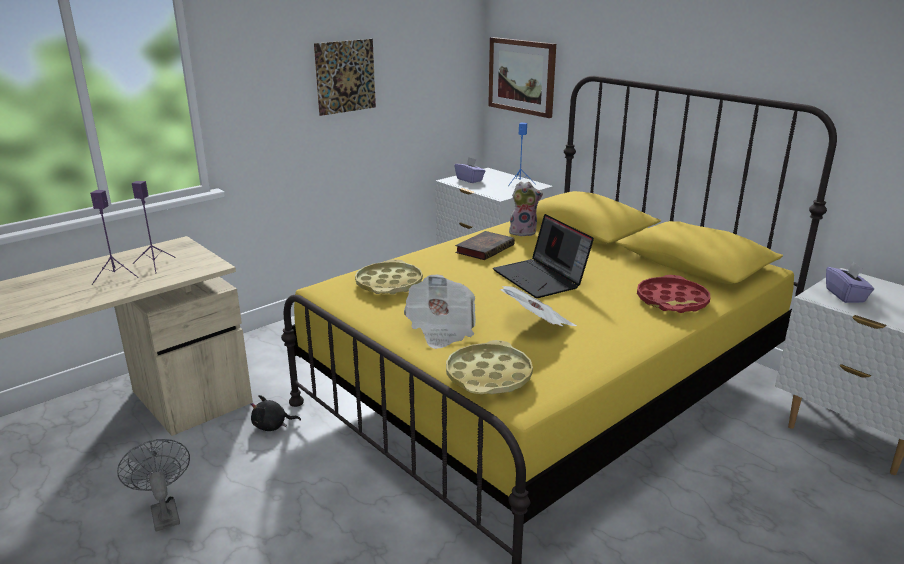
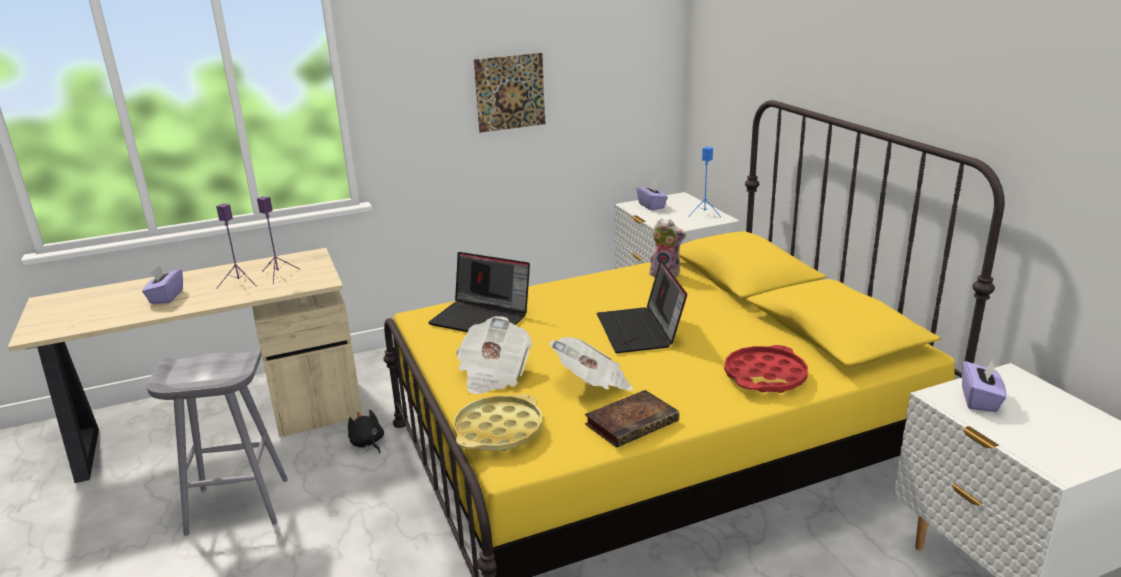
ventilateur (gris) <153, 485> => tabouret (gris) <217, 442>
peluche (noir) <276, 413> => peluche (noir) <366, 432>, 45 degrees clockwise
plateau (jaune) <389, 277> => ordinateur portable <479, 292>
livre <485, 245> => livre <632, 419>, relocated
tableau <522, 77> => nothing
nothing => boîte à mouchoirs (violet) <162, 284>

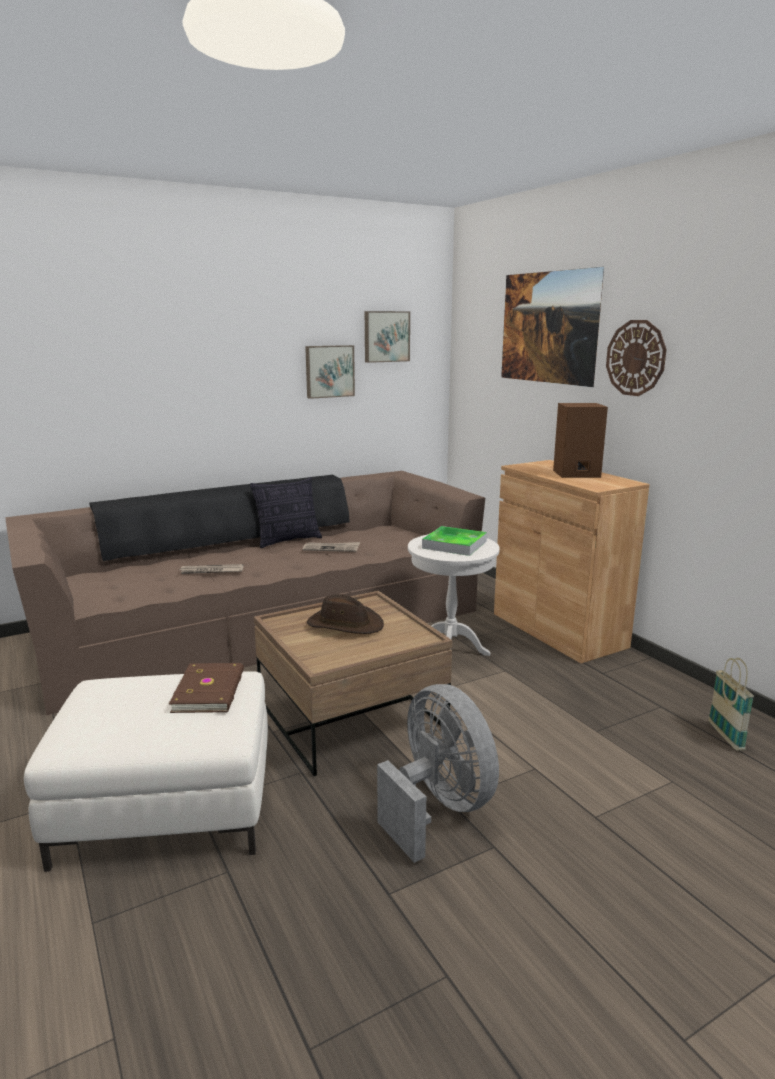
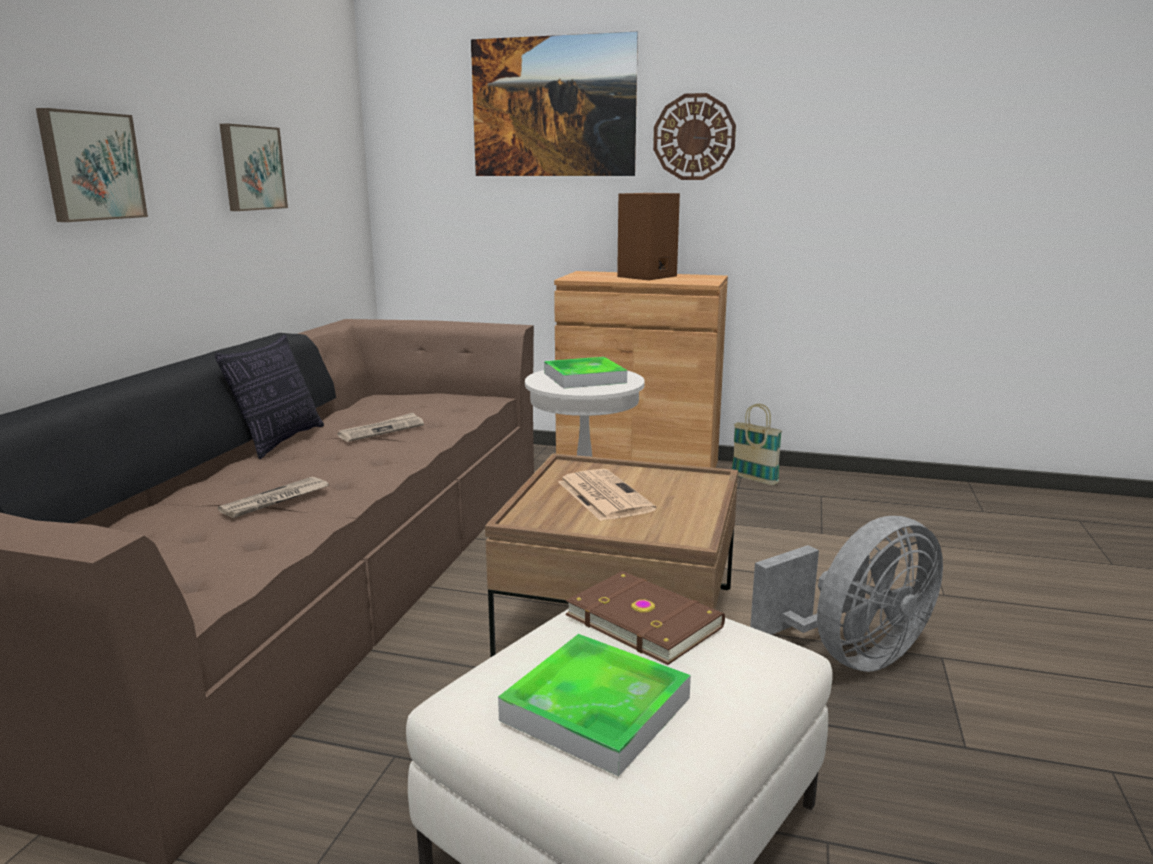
chapeau (marron) <345, 614> => journal <607, 495>
tableau <387, 337> => tableau <92, 165>, relocated
ventilateur (gris) <438, 773> => ventilateur (gris) <846, 594>, 135 degrees clockwise
panier <731, 704> => panier <757, 444>, relocated
nothing => plateau <594, 705>

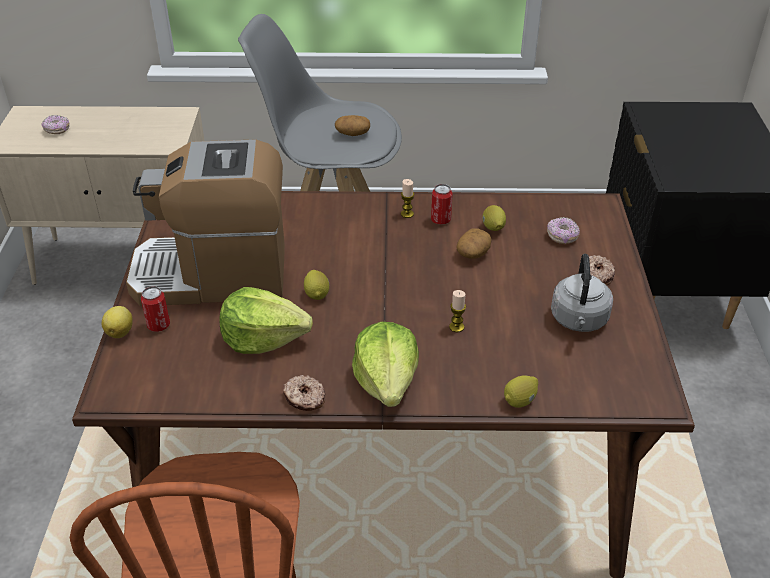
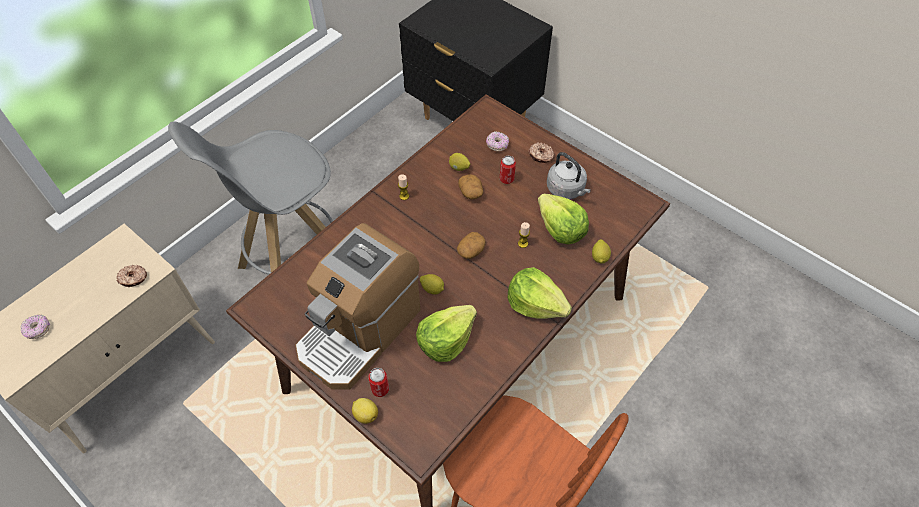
beignet <304, 393> => beignet <131, 276>, relocated
pomme de terre <352, 125> => pomme de terre <471, 245>, relocated
boîte métallique <442, 204> => boîte métallique <508, 170>, relocated
nothing => laitue <563, 219>

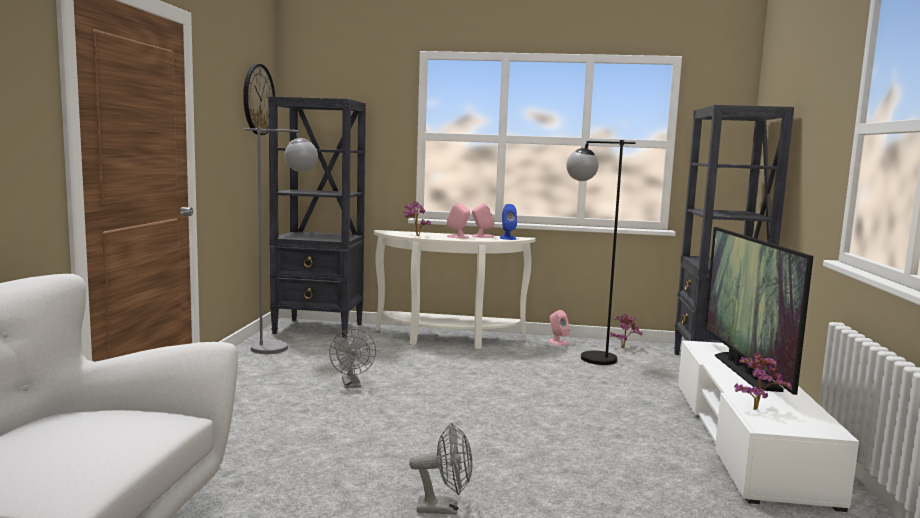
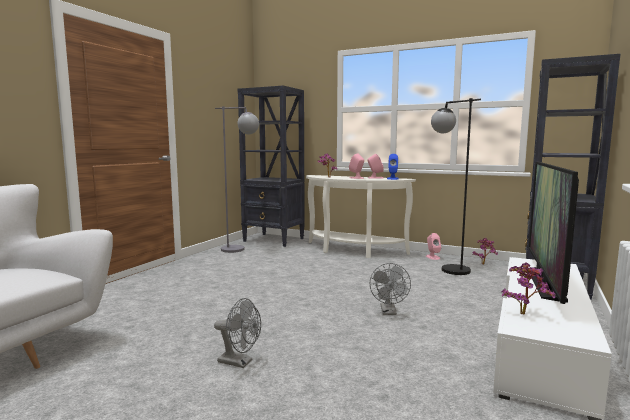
horloge murale <259, 99> => nothing
ventilateur (gris) <352, 358> => ventilateur (gris) <390, 289>, relocated

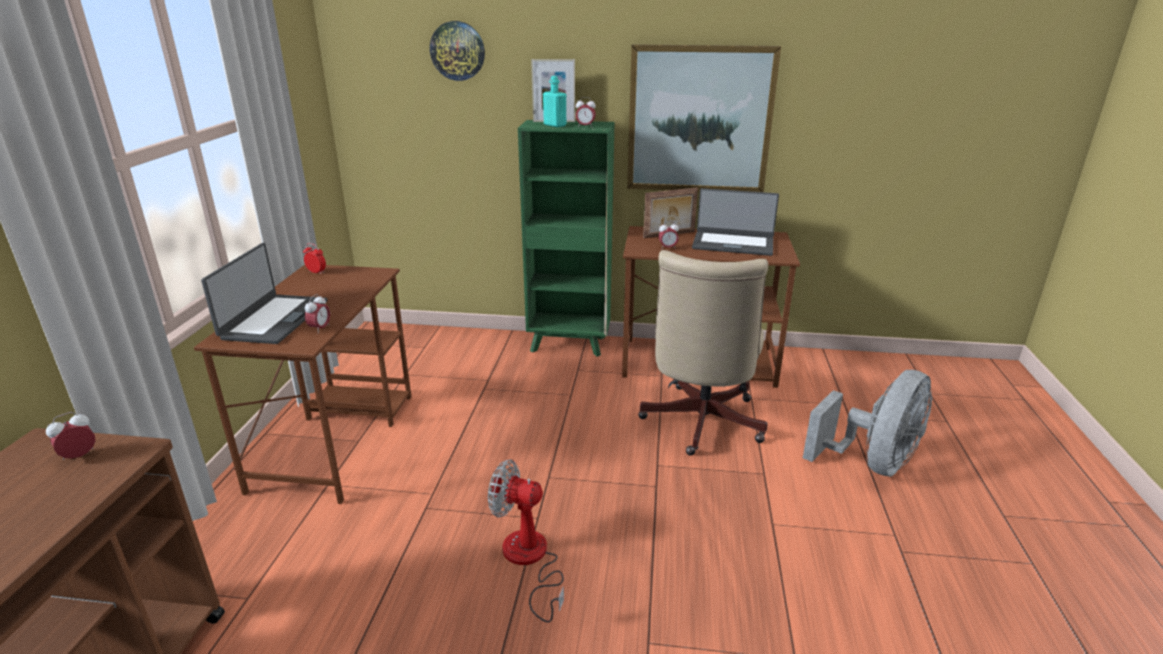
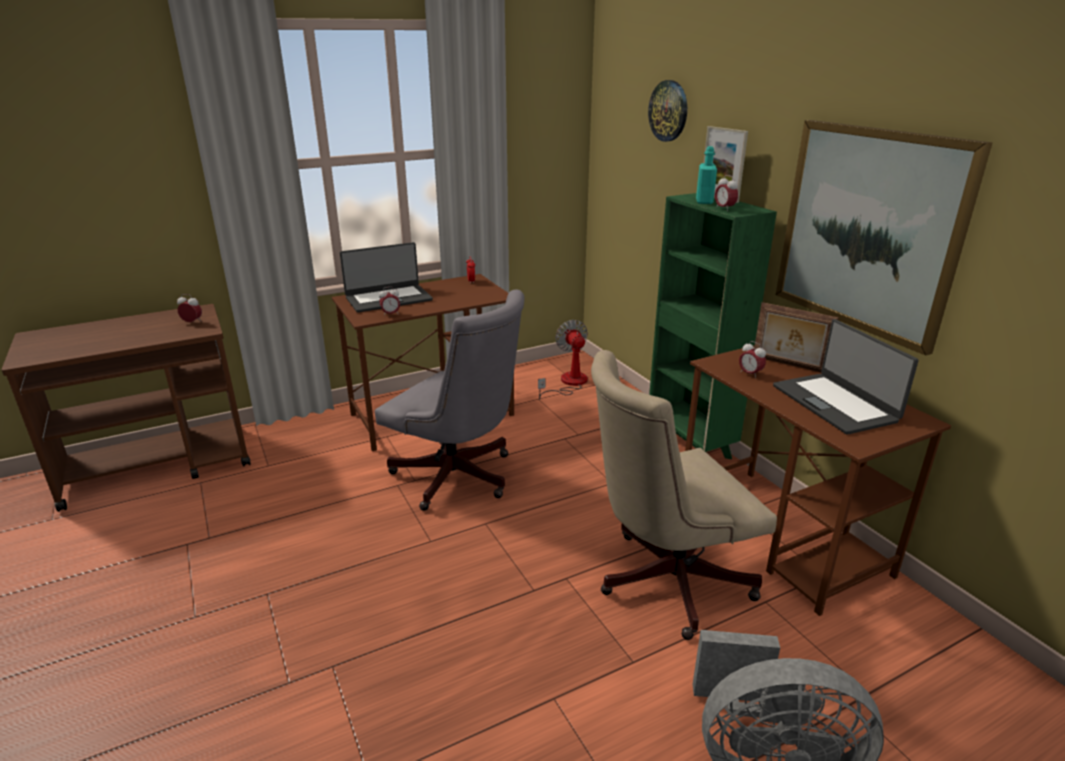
ventilateur <526, 541> => ventilateur <563, 360>, relocated
nothing => chaise de bureau (gris) <450, 400>

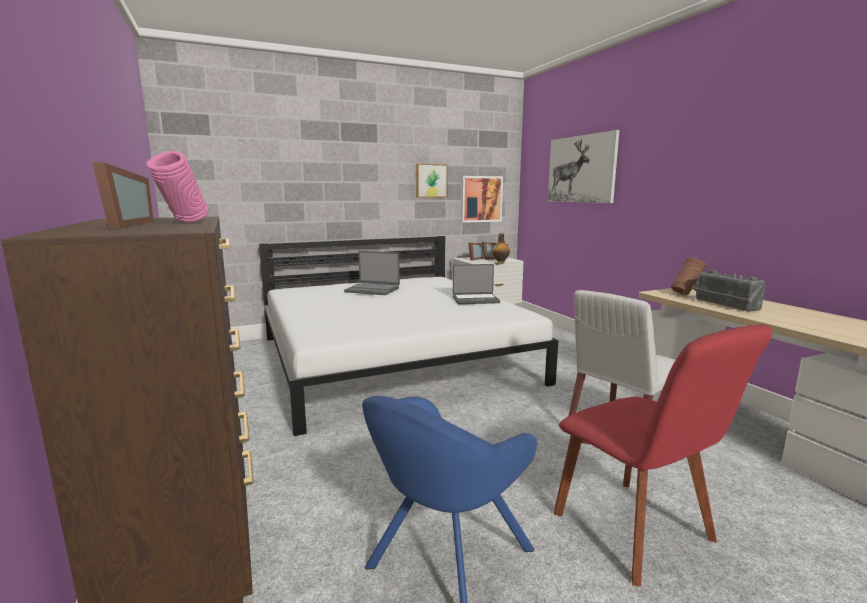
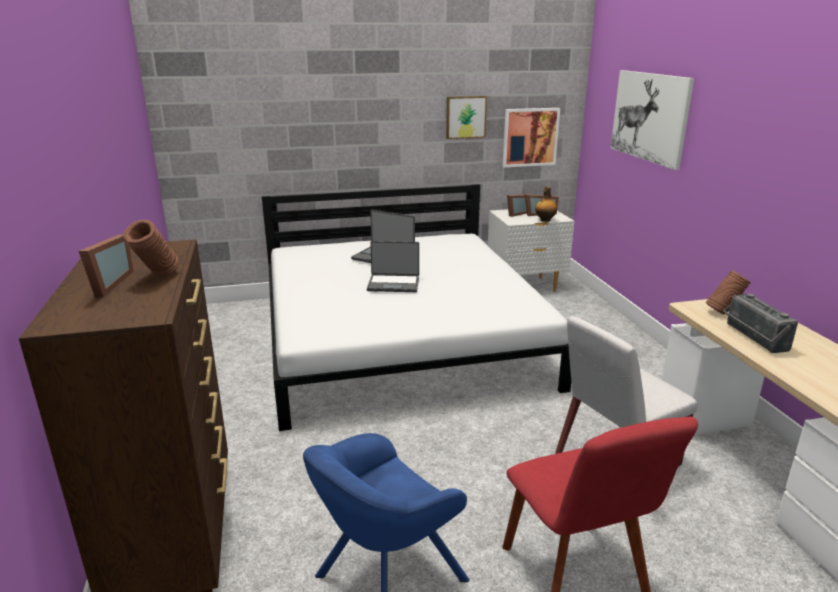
vase (rose) <177, 187> => vase (marron) <151, 248>
ordinateur portable <476, 284> => ordinateur portable <393, 266>, relocated

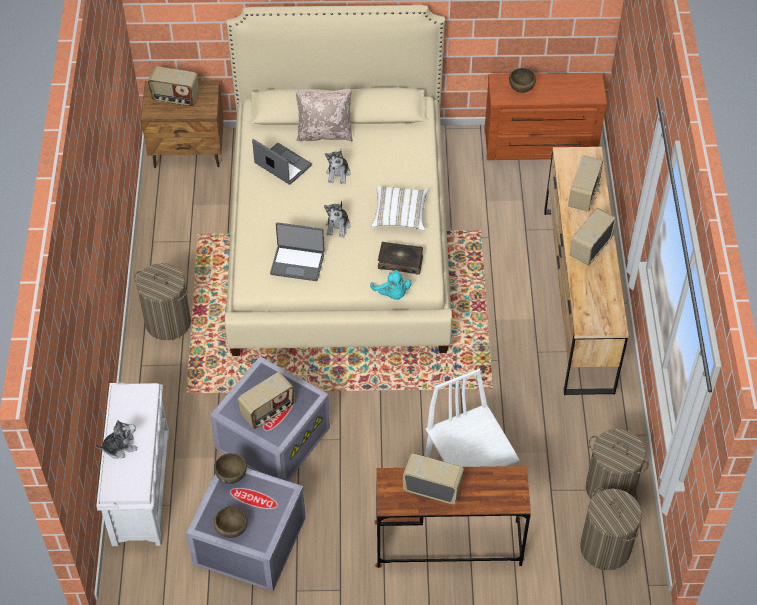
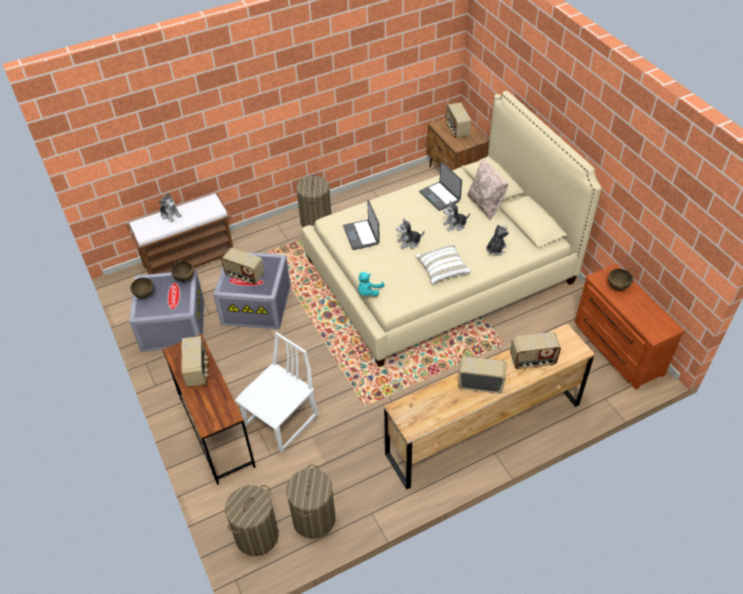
banc (blanc) <132, 464> => banc (marron) <180, 233>
ordinateur portable <282, 162> => ordinateur portable <440, 186>, 135 degrees clockwise
livre <400, 258> => nothing
nothing => peluche <497, 240>

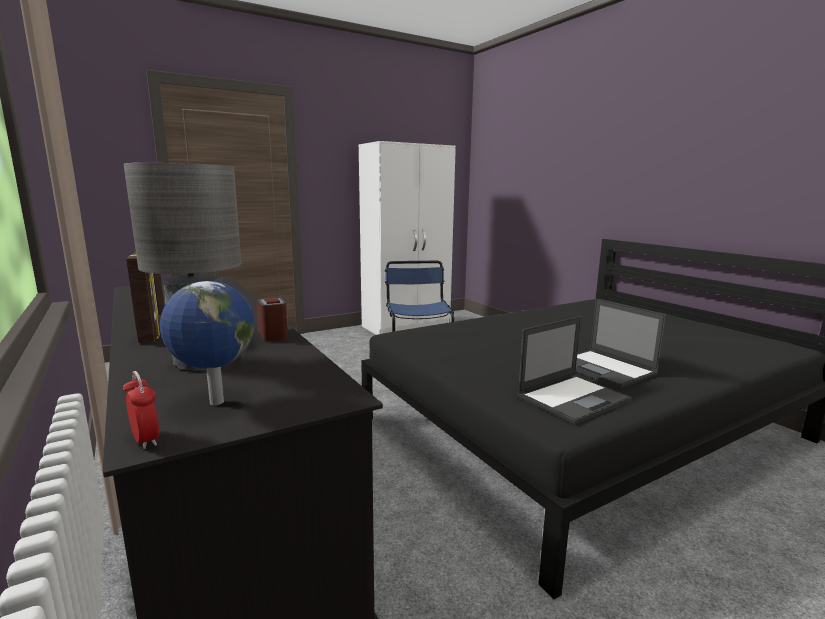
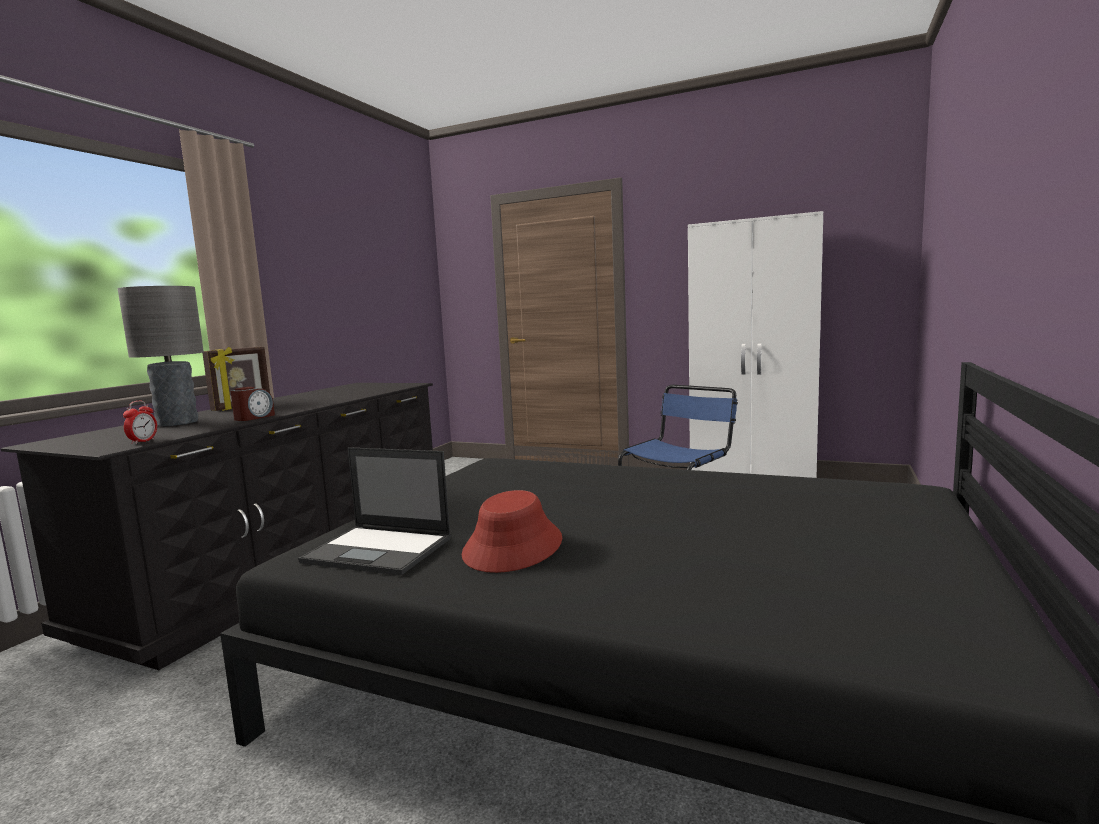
réveil <141, 410> => réveil <140, 422>, relocated
globe <207, 343> => nothing
ordinateur portable <621, 343> => chapeau (rouge) <512, 531>

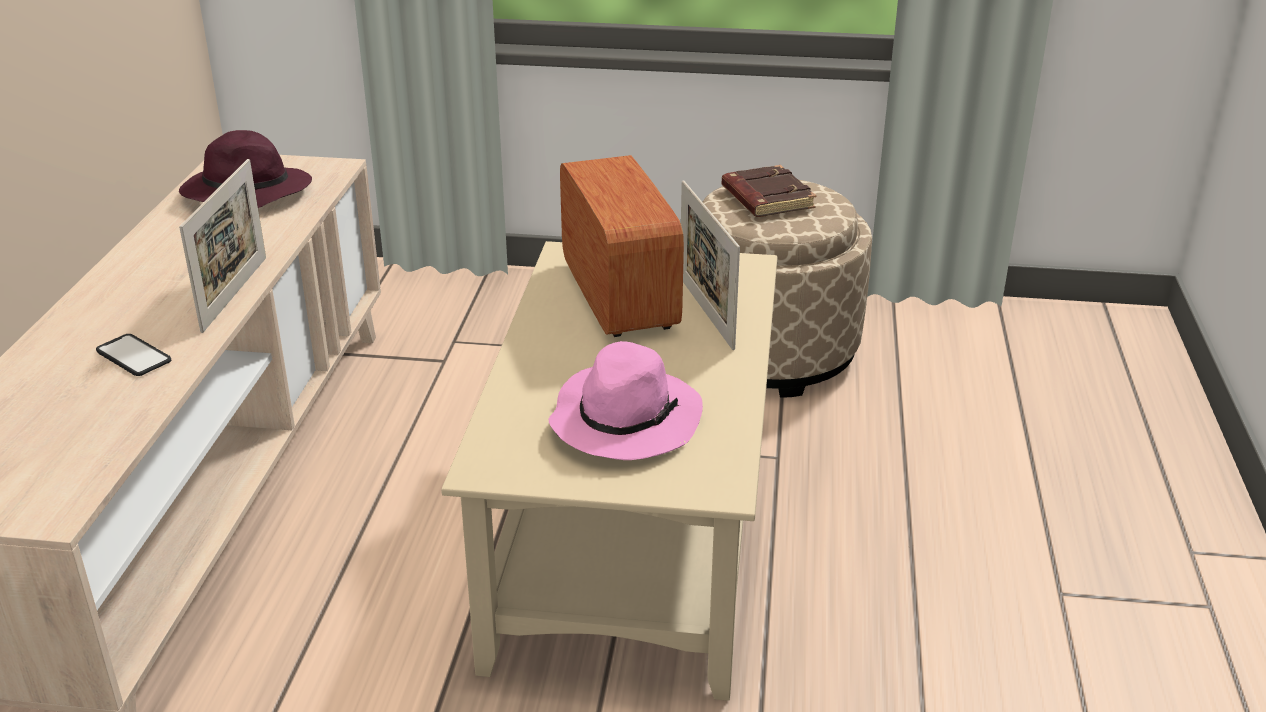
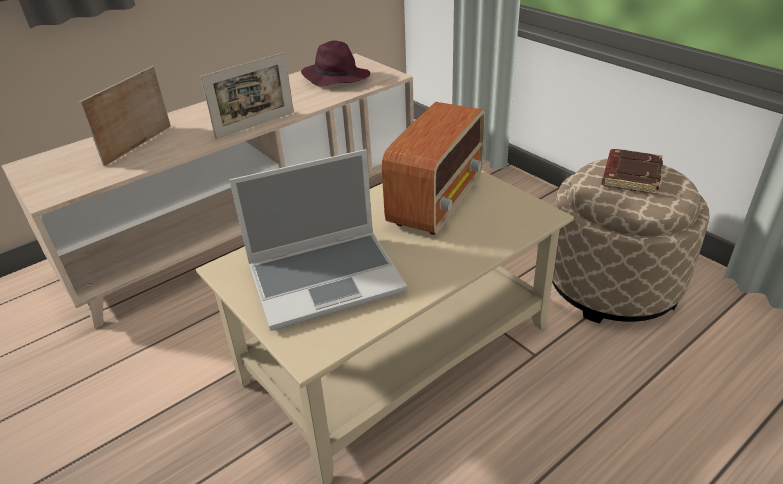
téléphone <133, 355> => nothing
chapeau (rose) <626, 400> => ordinateur portable <318, 240>
cadre photo <710, 265> => cadre photo <125, 116>, relocated

